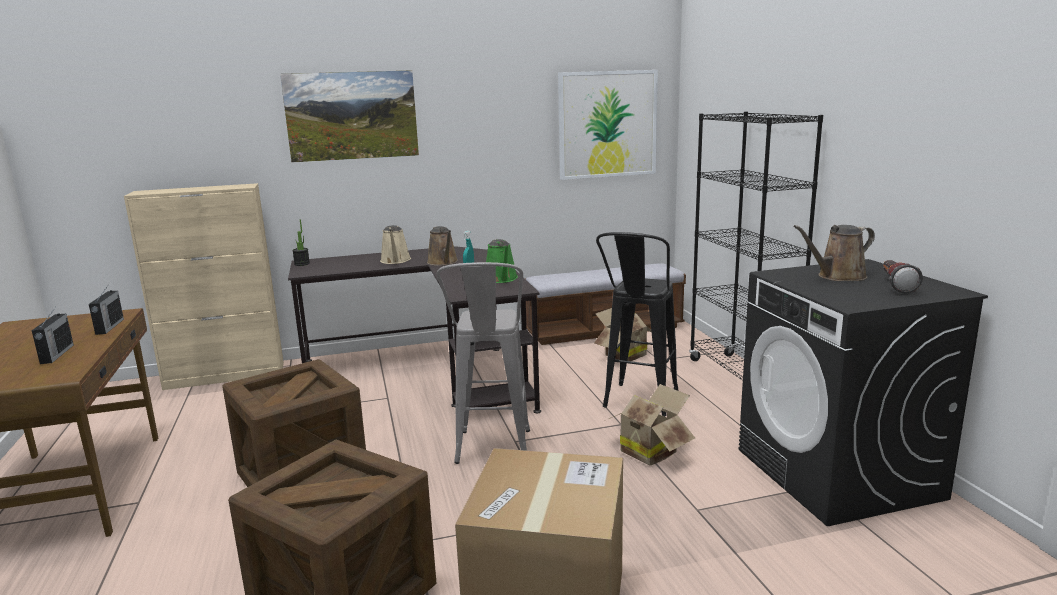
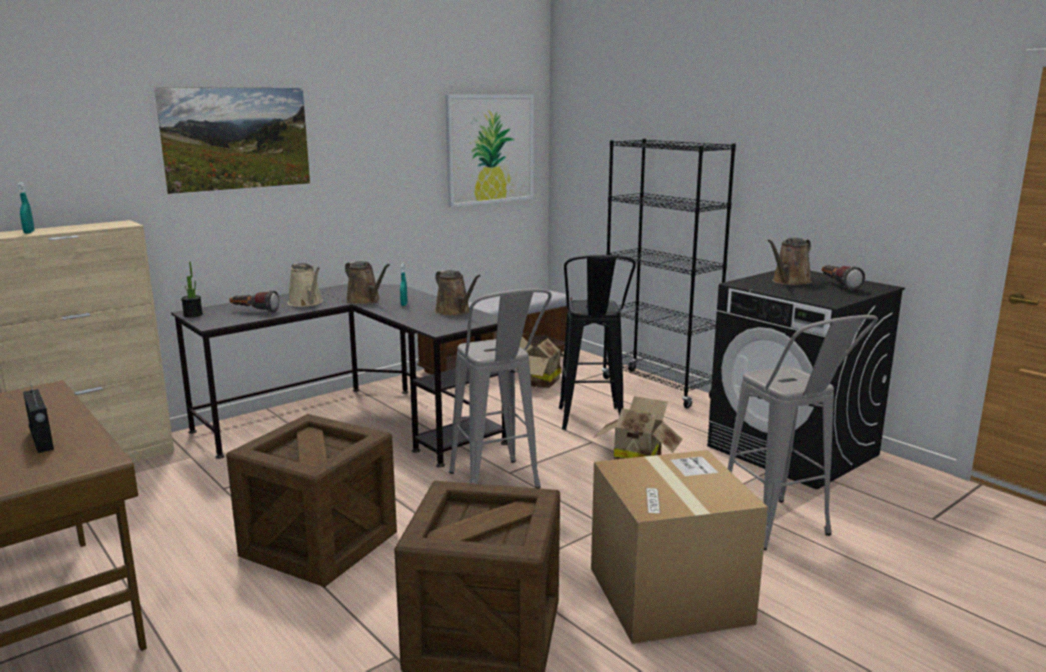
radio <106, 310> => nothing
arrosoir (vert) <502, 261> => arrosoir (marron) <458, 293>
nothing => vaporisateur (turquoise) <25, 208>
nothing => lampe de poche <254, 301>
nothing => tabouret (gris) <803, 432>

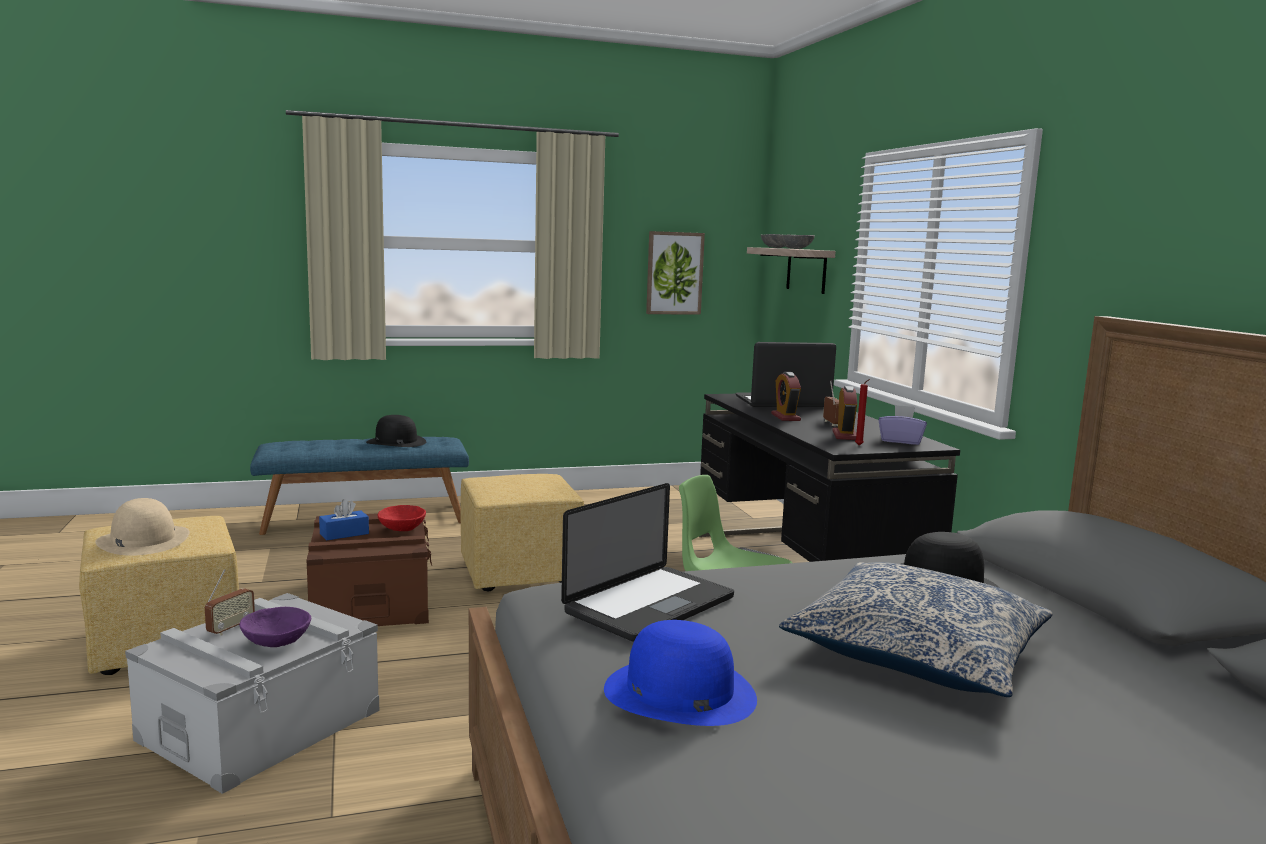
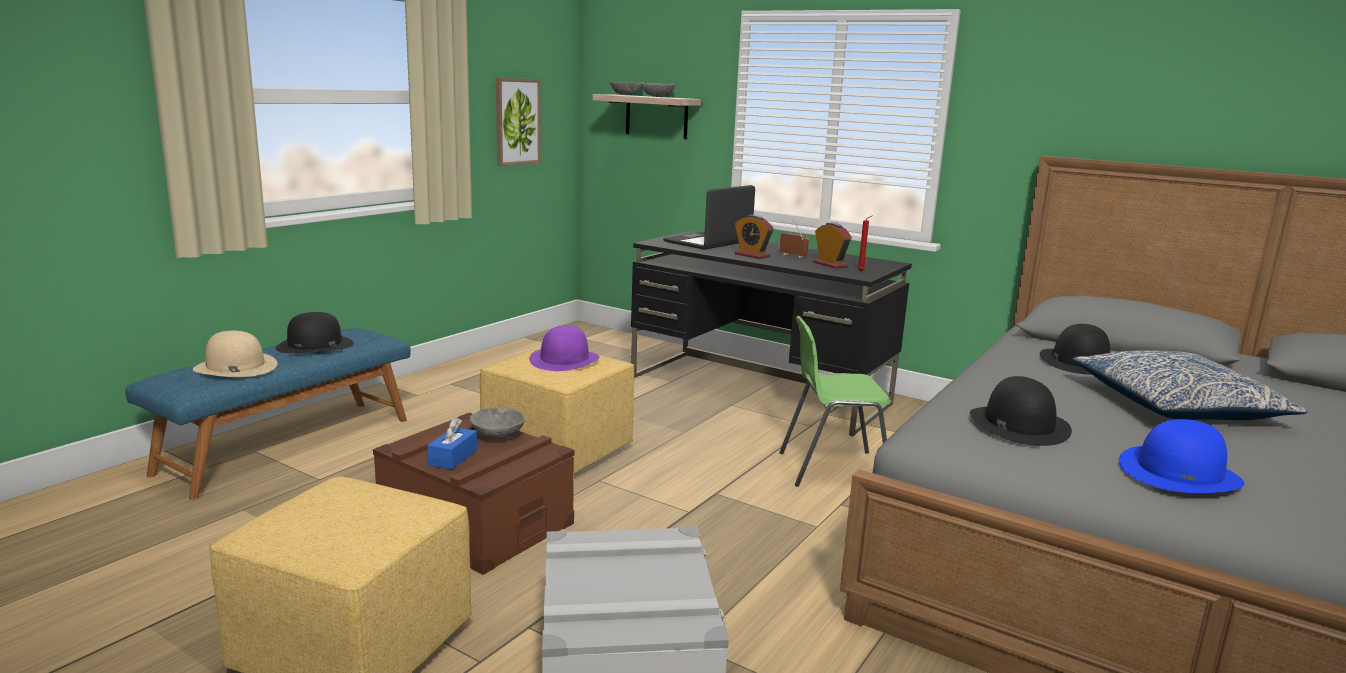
chapeau (beige) <142, 527> => chapeau (beige) <235, 354>, relocated
radio <230, 602> => nothing
bol (violet) <275, 627> => nothing
bol (rouge) <401, 518> => bol (gris) <497, 423>
ordinateur portable <647, 562> => chapeau (noir) <1021, 411>
boîte à mouchoirs (violet) <903, 425> => nothing
nothing => chapeau (violet) <564, 348>

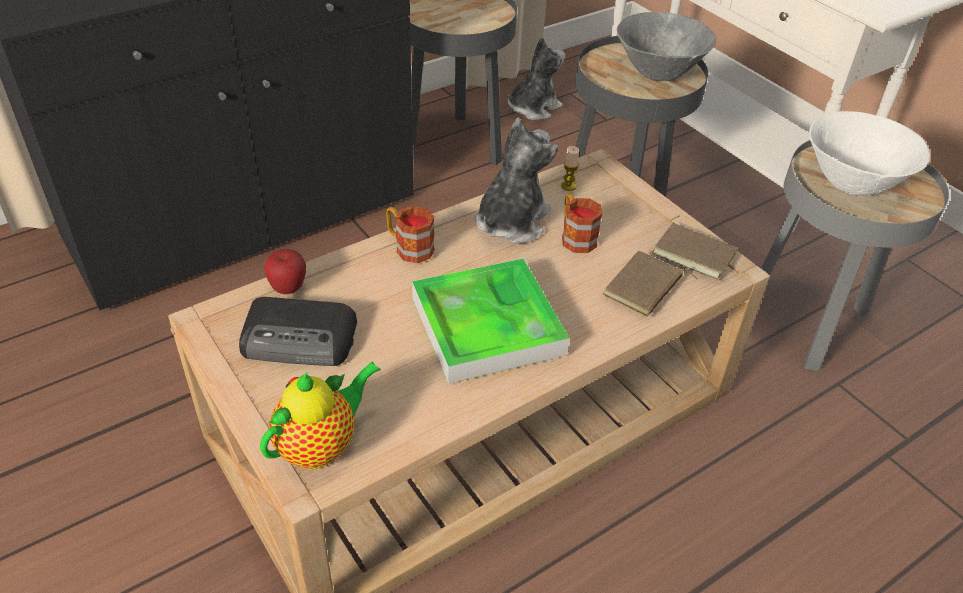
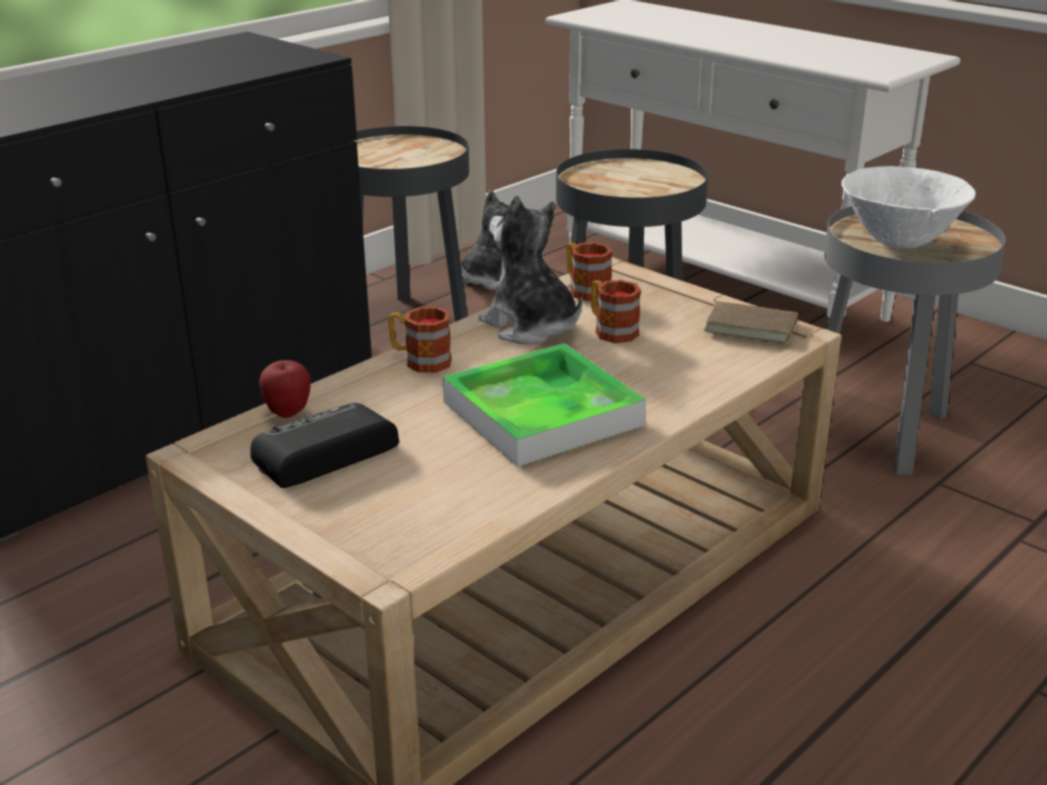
radio <298, 331> => radio <324, 445>, 150 degrees clockwise
théière <320, 415> => nothing
peluche <516, 180> => peluche <530, 270>, 60 degrees counterclockwise
bougie <570, 168> => mug <590, 271>
livre (marron) <650, 284> => nothing
bol (gris) <666, 46> => nothing

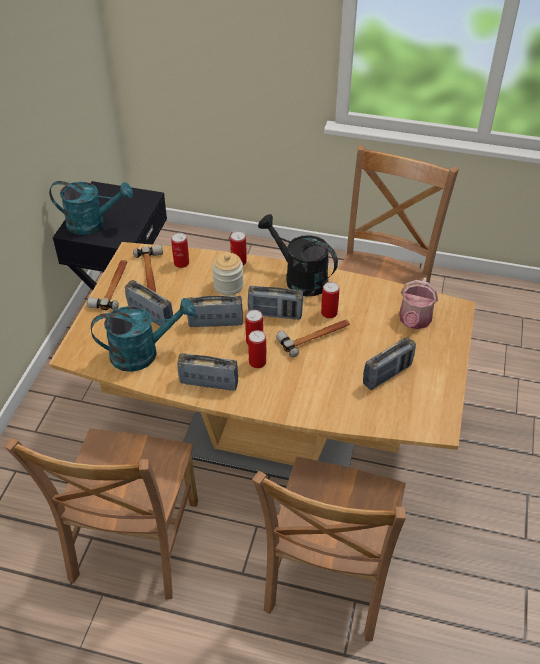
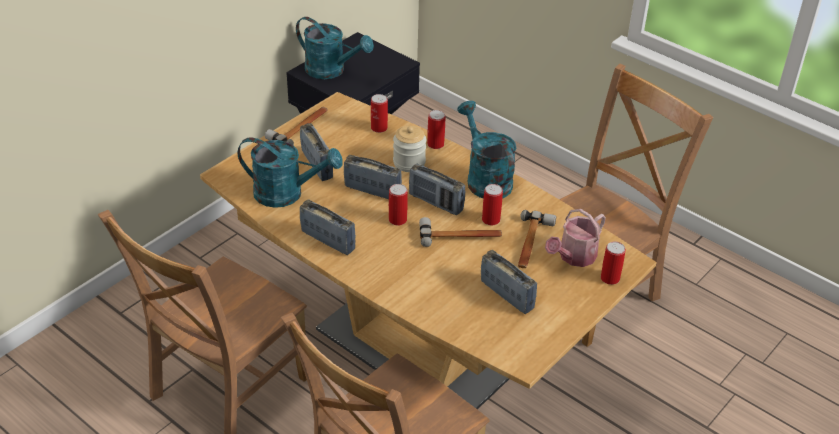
marteau <148, 269> => marteau <537, 239>, relocated
boîte métallique <257, 349> => boîte métallique <613, 263>, relocated
arrosoir (noir) <298, 255> => arrosoir (turquoise) <487, 150>
radio <389, 363> => radio <509, 282>, 120 degrees counterclockwise

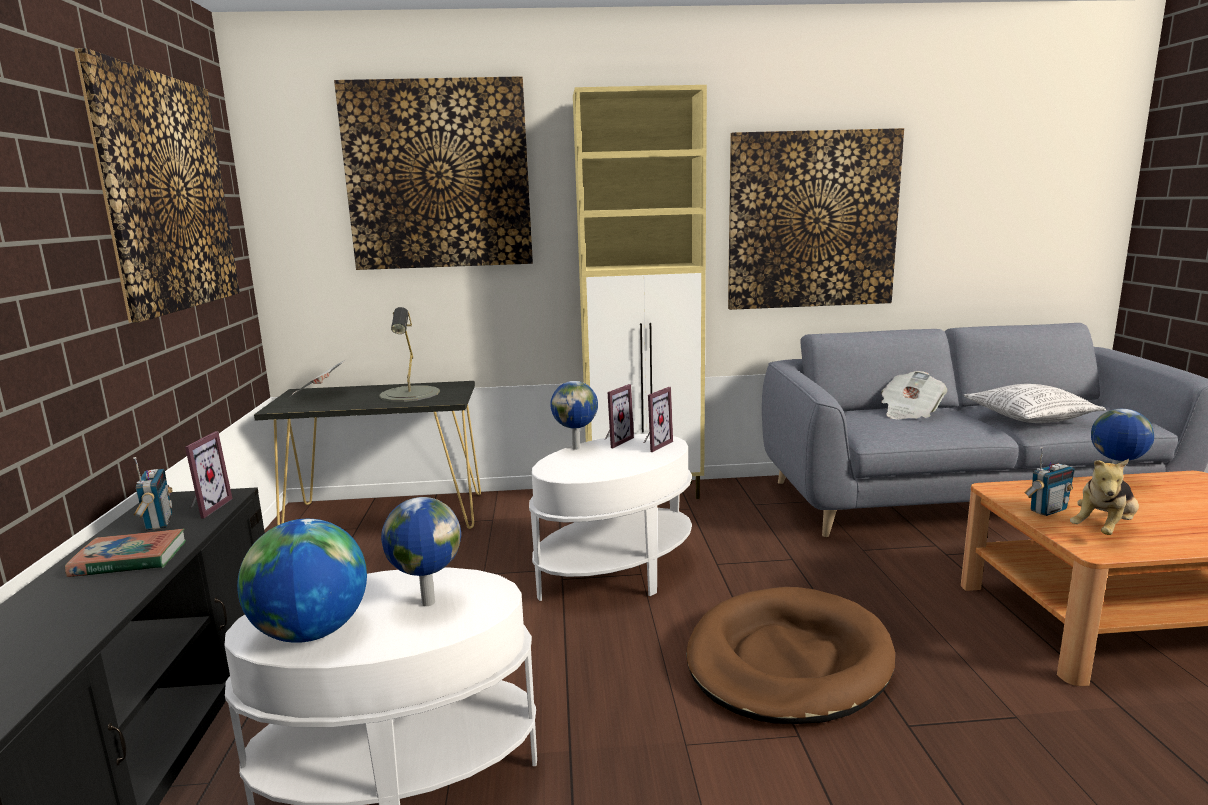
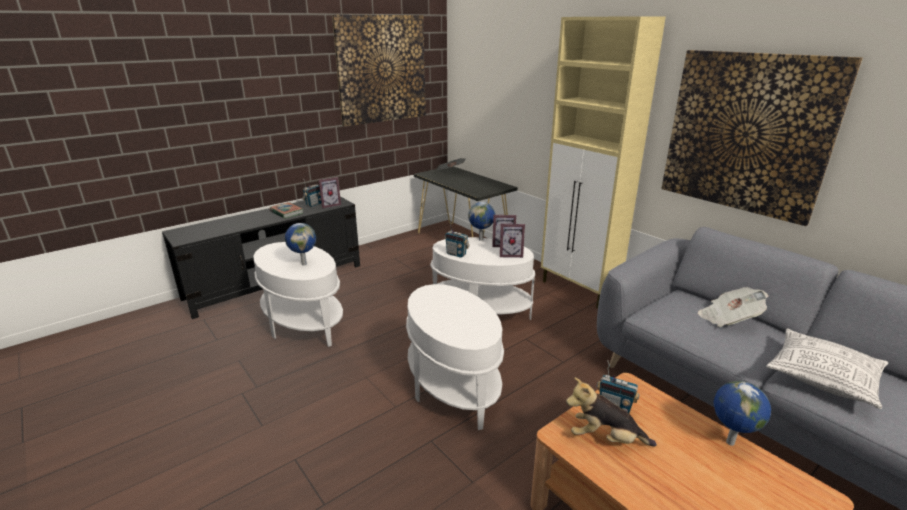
globe <302, 581> => nothing
tableau <433, 173> => nothing
lampe de table (gris) <409, 354> => nothing
panier pour chien (marron) <790, 655> => table d'appoint (blanc) <455, 357>
nothing => radio <457, 239>

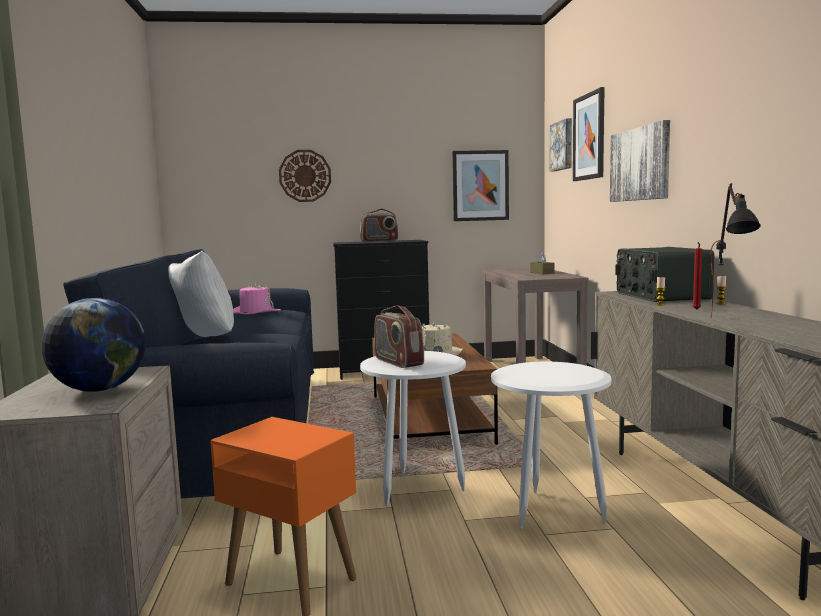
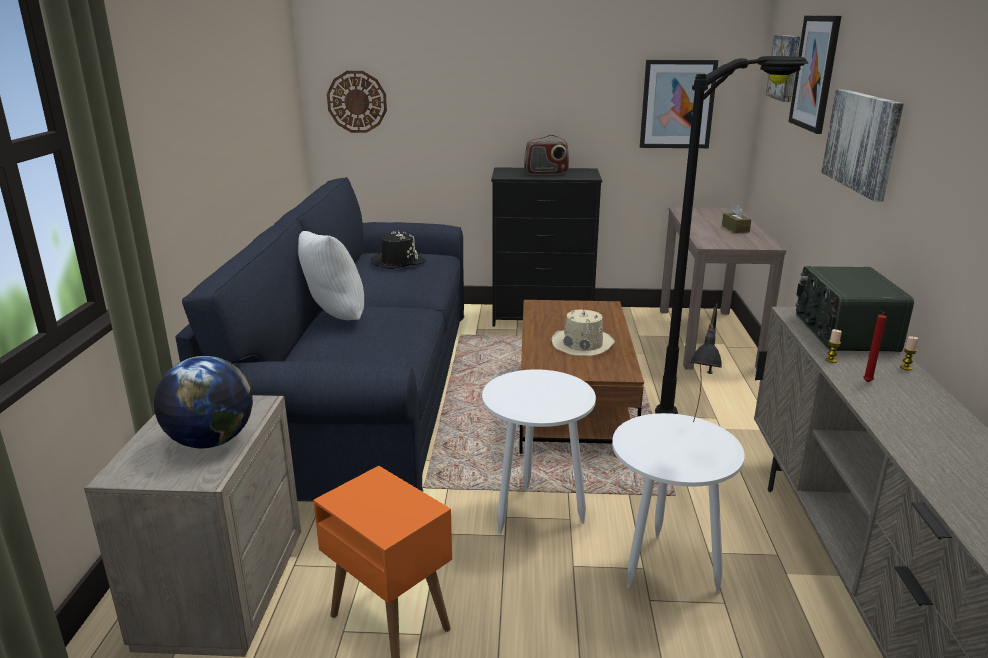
chapeau (rose) <257, 298> => chapeau (noir) <398, 250>
horloge murale <305, 176> => horloge murale <357, 102>, relocated
radio <399, 336> => nothing
lampe de table (noir) <735, 250> => lampe de table (noir) <706, 362>, relocated
nothing => lampadaire (noir) <731, 235>

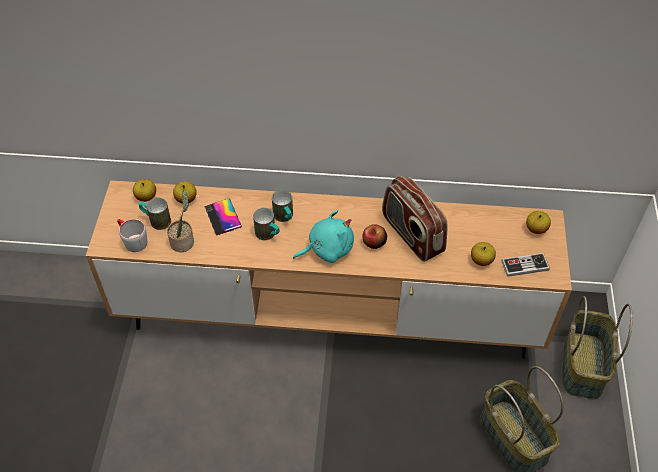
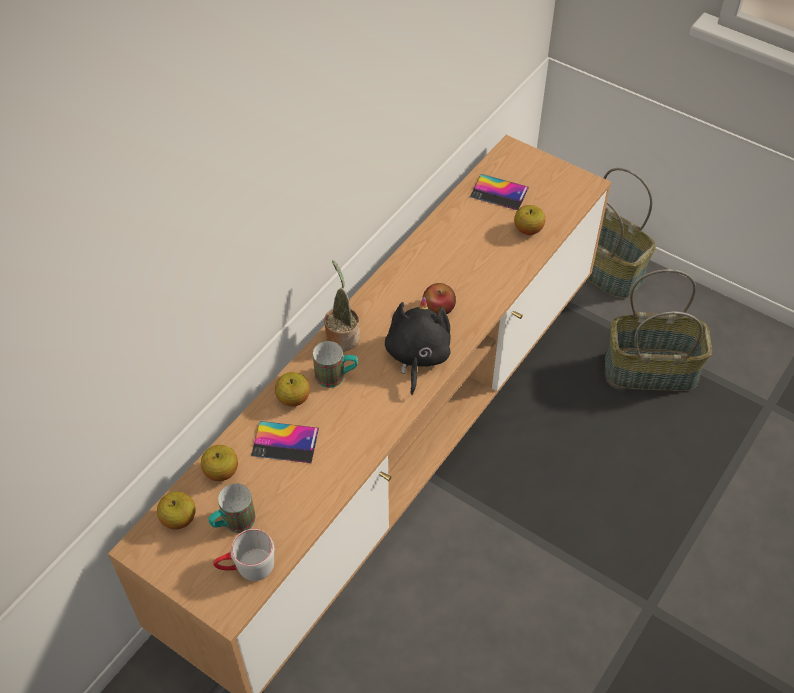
plante en pot <180, 221> => plante en pot <342, 305>, relocated
mug <266, 224> => nothing
peluche (turquoise) <323, 236> => peluche (noir) <418, 346>
radio <415, 219> => nothing
manette <525, 265> => nothing
pomme <538, 222> => pomme <292, 389>, relocated
nothing => téléphone <499, 192>

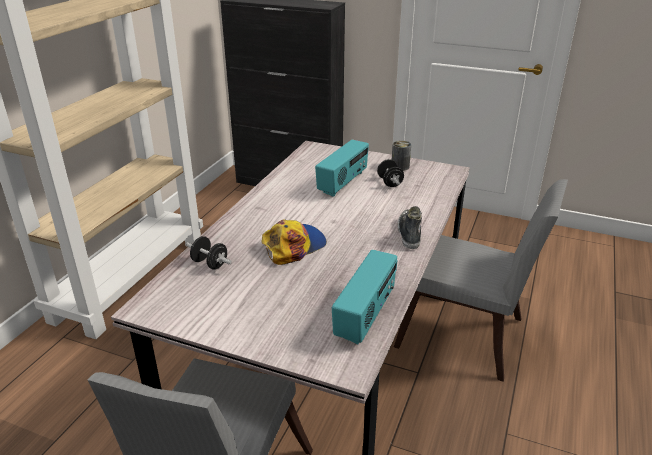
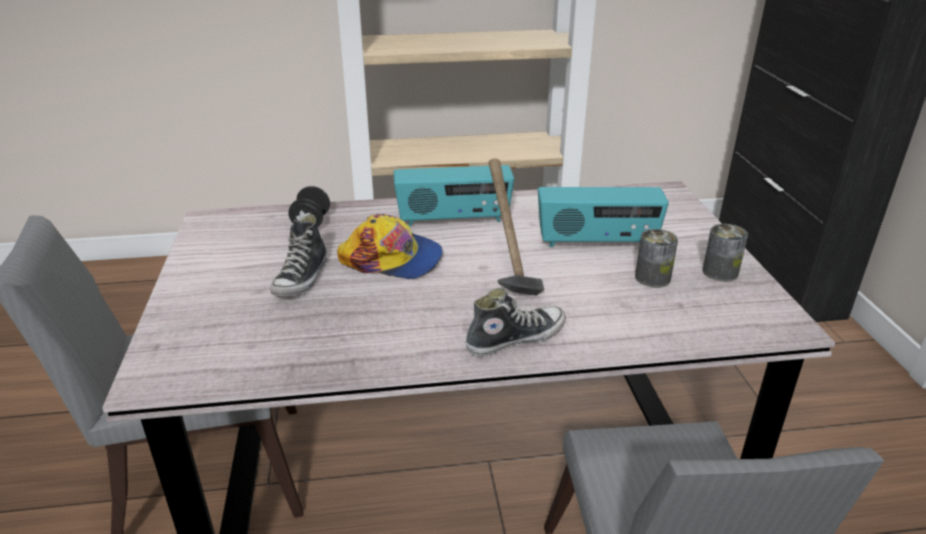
radio <365, 297> => radio <454, 195>, relocated
haltère (noir) <390, 173> => boîte métallique <656, 258>
nothing => chaussure <298, 255>
nothing => marteau <516, 227>

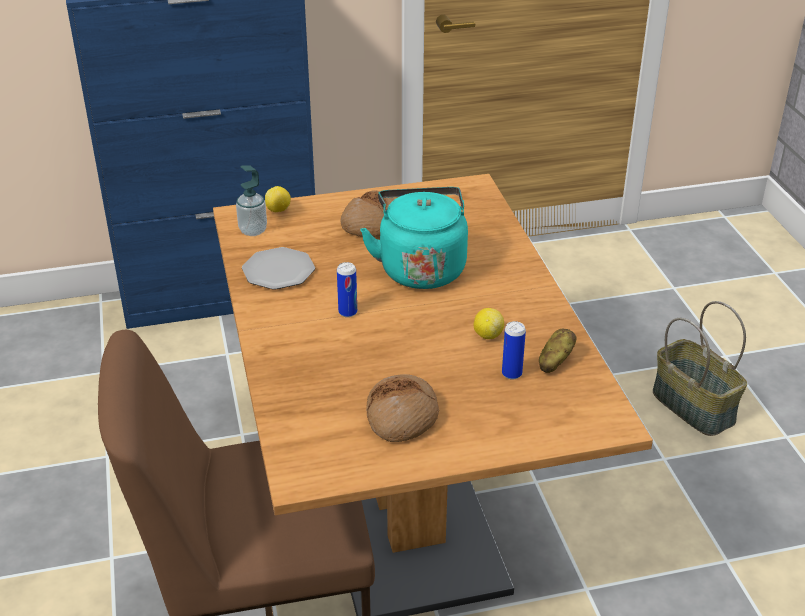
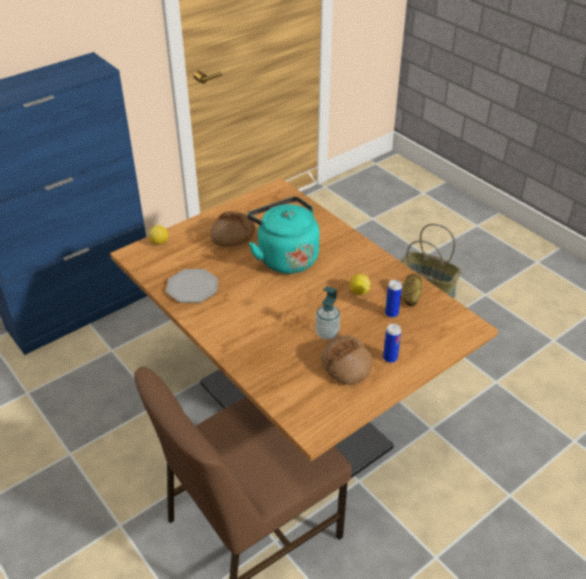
distributeur de savon <251, 200> => distributeur de savon <328, 313>, relocated
boîte métallique <347, 289> => boîte métallique <392, 343>, relocated

